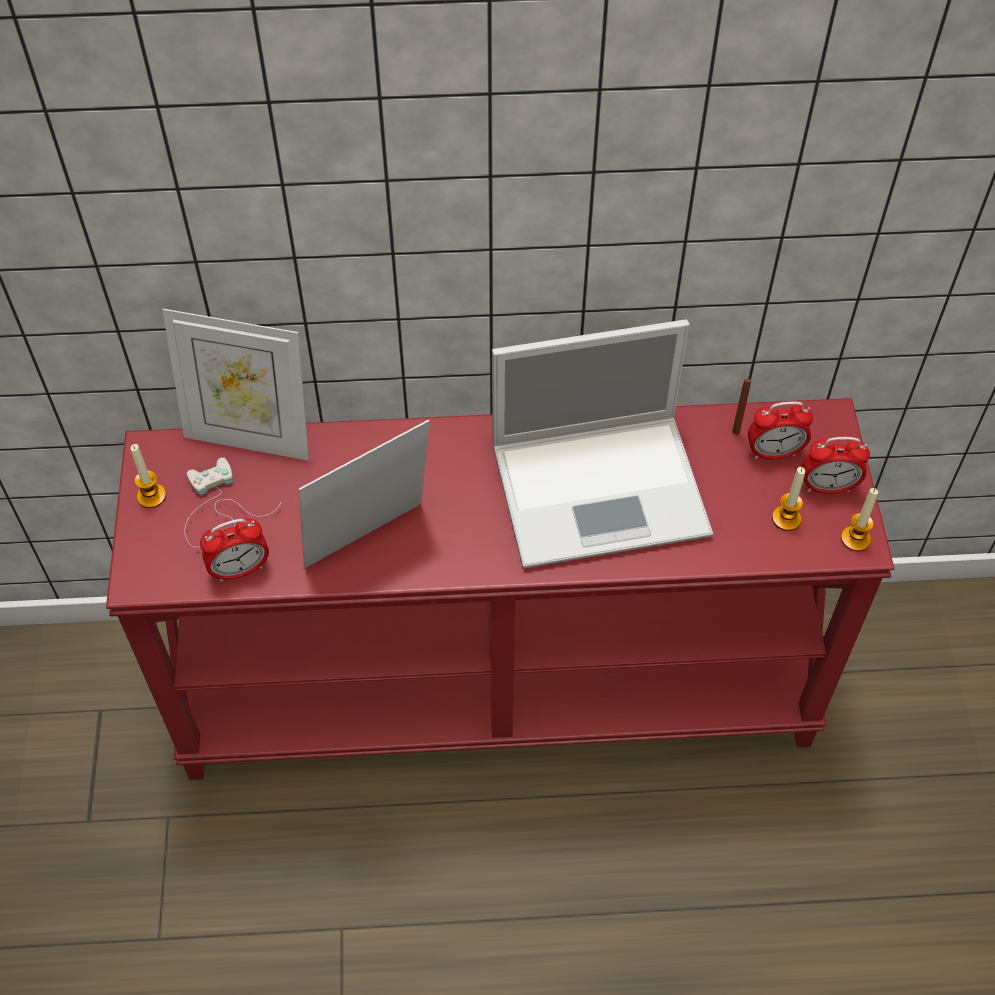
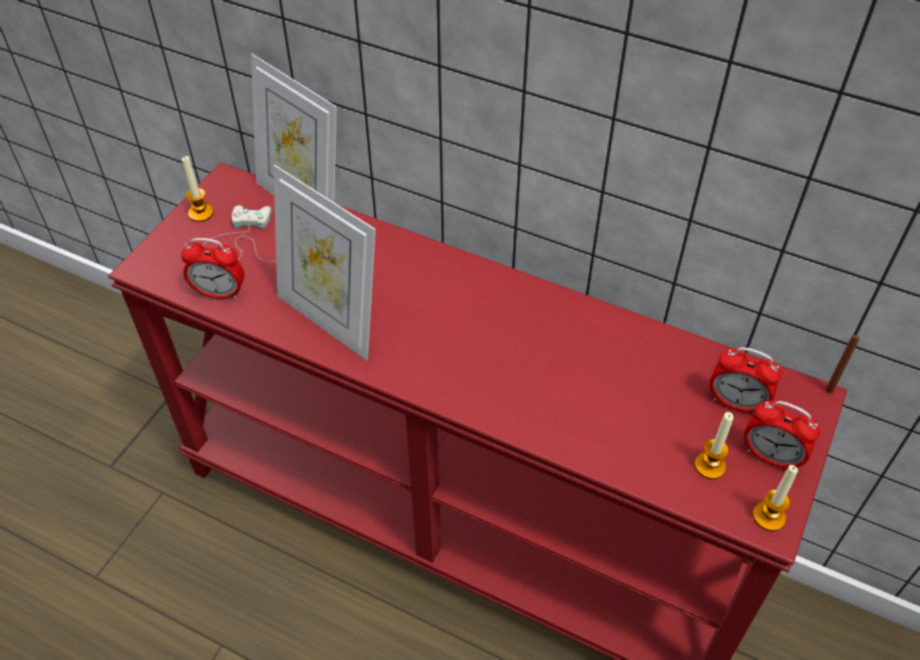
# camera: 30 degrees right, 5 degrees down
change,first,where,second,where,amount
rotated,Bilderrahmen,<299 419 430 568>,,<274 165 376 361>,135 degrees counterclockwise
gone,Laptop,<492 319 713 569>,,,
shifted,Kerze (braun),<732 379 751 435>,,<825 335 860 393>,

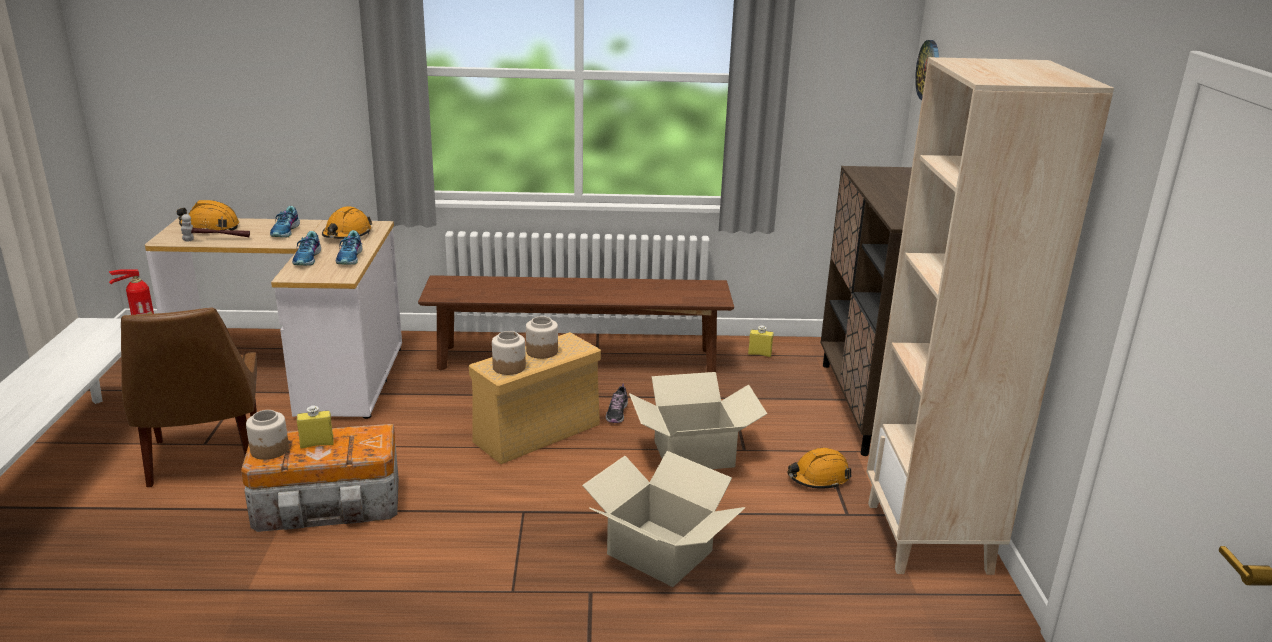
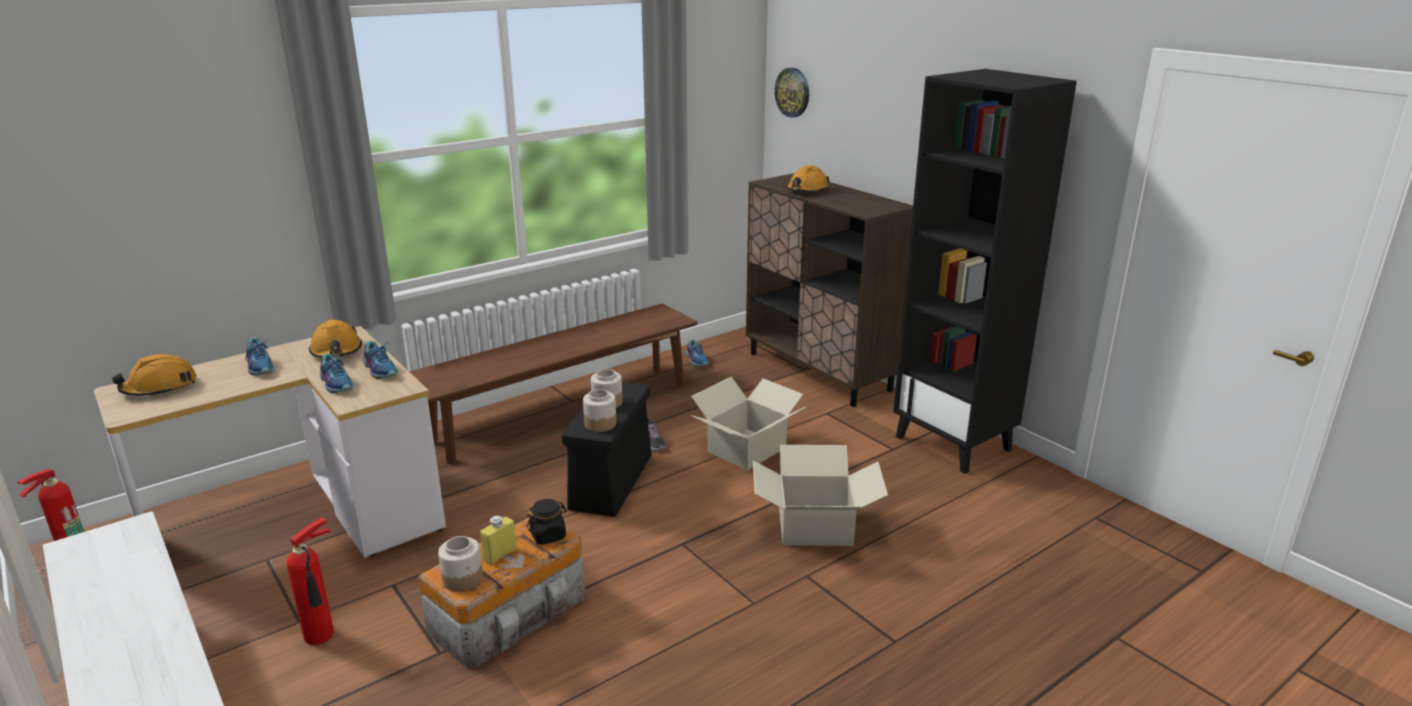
# camera: 35 degrees left, 0 degrees up
change,first,where,second,where,amount
swapped,Stuhl (braun),<121 308 257 487>,Feuerlöscher,<286 517 334 645>,
gone,Hammer,<181 214 250 241>,,,
repainted,Aufbewahrungsbox (beige),<469 332 601 464>,Aufbewahrungsbox (schwarz),<561 382 651 517>,
swapped,Flasche (gelb),<748 326 774 357>,Schuh,<686 339 709 367>,
shifted,Schutzhelm (orange),<788 448 851 489>,,<786 165 830 192>,
repainted,Bücherregal (beige),<866 57 1114 575>,Bücherregal (schwarz),<893 69 1077 474>,
new,,,Vorratsglas (schwarz),<527 499 567 545>,

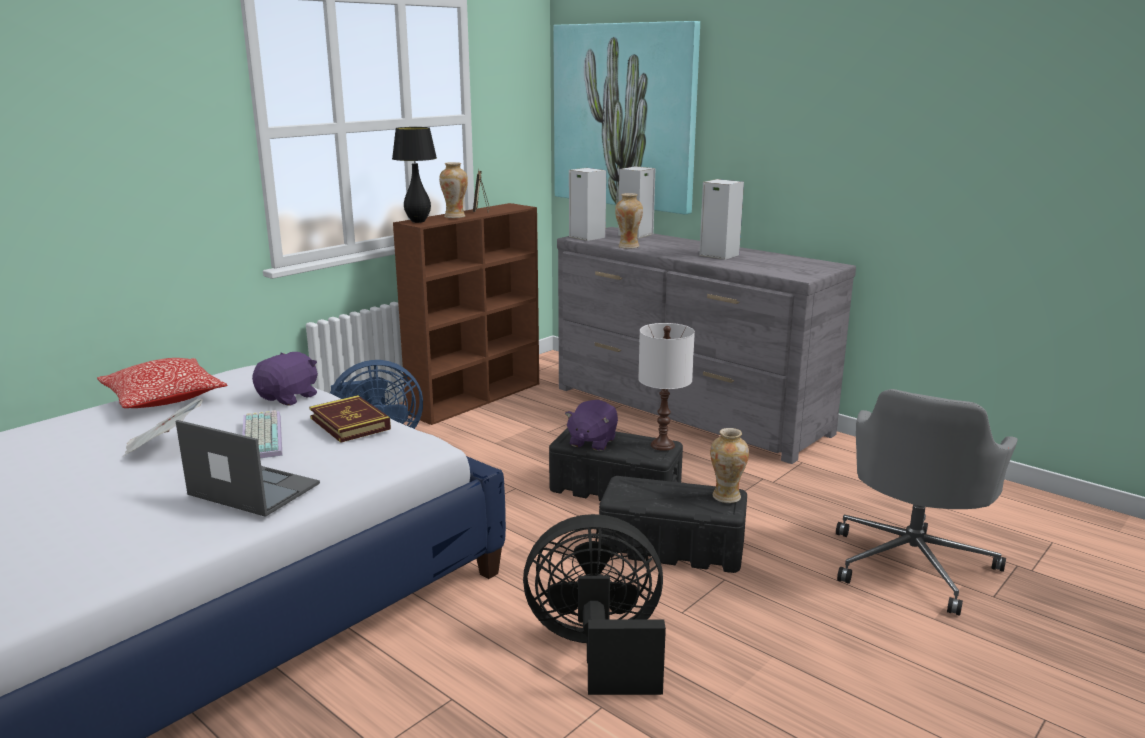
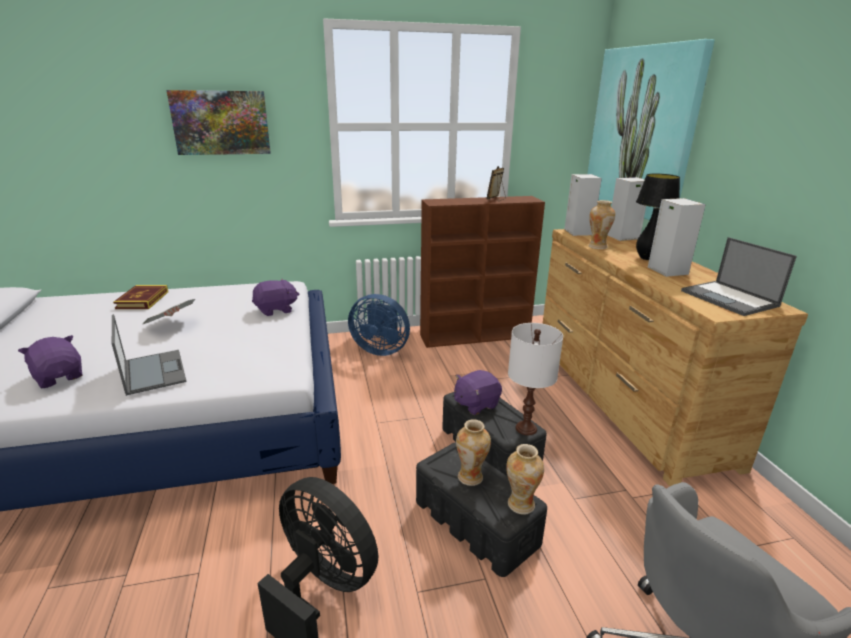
# camera: 35 degrees right, 5 degrees up
change,first,where,second,where,amount
gone,Kissen,<97 358 228 408>,,,
gone,Tastatur,<243 410 283 458>,,,
shifted,Buch,<309 395 391 443>,,<113 285 168 309>,
shifted,Tischlampe (schwarz),<392 127 437 223>,,<636 174 680 260>,
shifted,Vase,<439 162 468 218>,,<456 419 491 486>,
repainted,Kommode (grau),<557 227 856 464>,Kommode (braun),<543 229 808 486>,
new,,,Plüschtier (lila),<18 335 82 389>,
new,,,Bild,<167 90 271 155>,
new,,,Laptop,<681 237 797 316>,

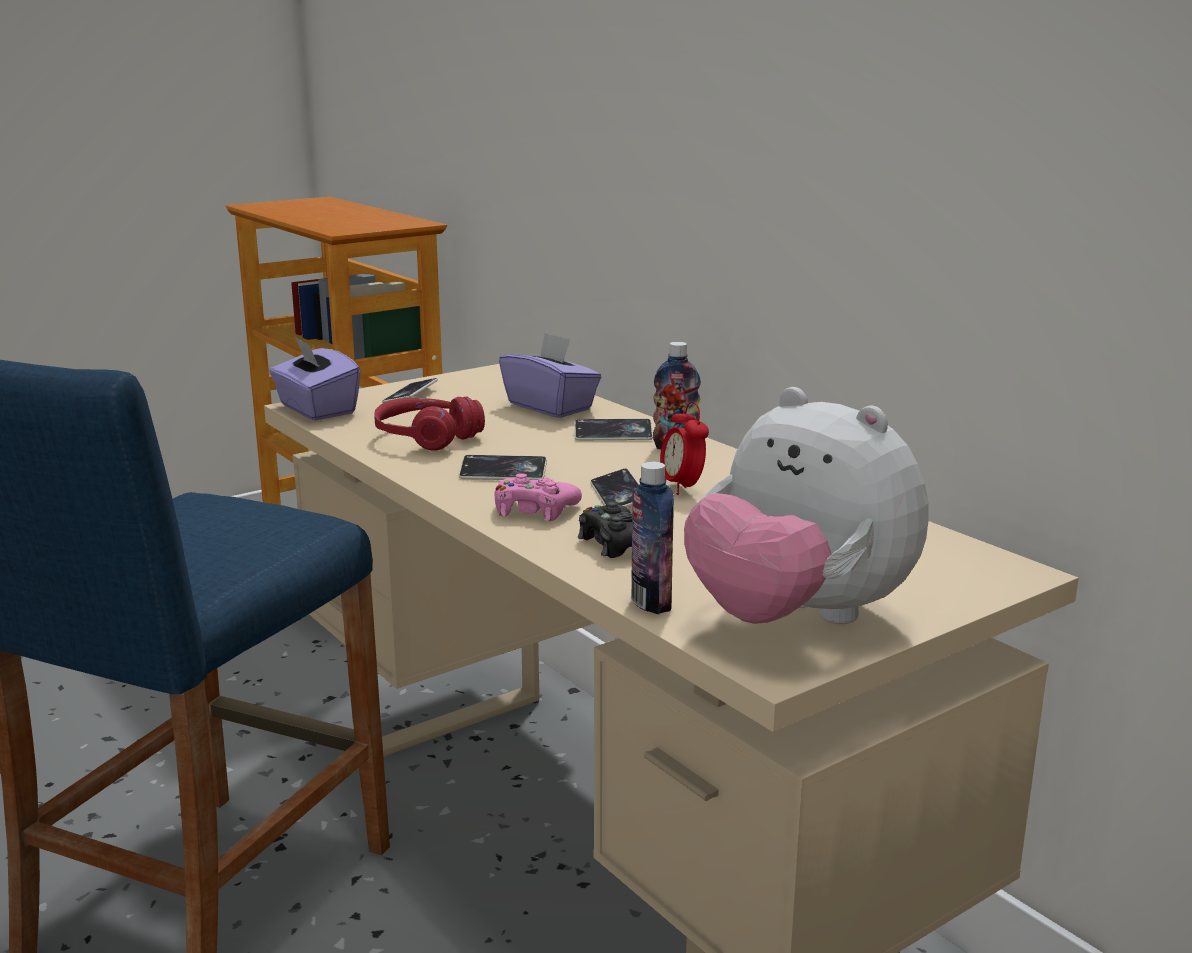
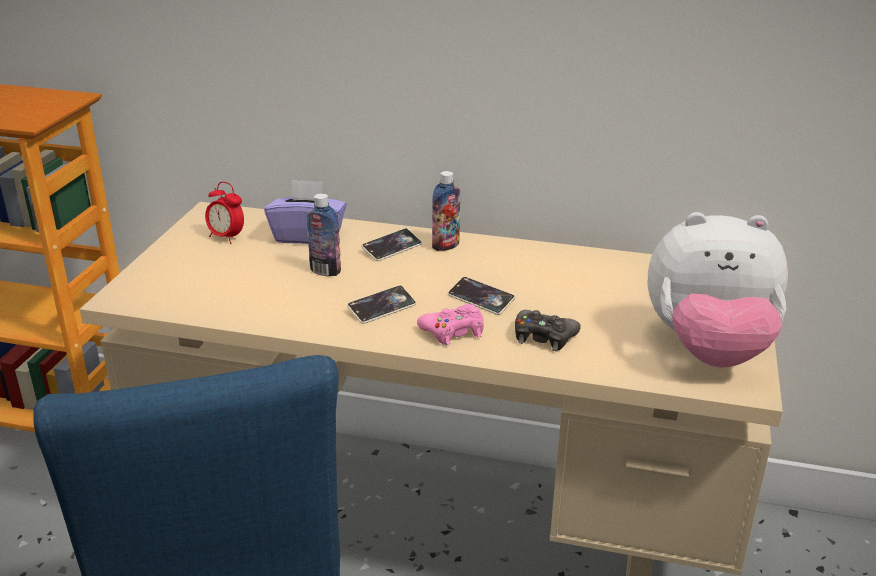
# camera: 40 degrees left, 10 degrees up
change,first,where,second,where,amount
gone,Taschentuchbox (lila),<269 337 361 421>,,,
gone,Kopfhörer (rot),<374 397 485 451>,,,
gone,Handy,<382 378 438 403>,,,
shifted,Flasche,<631 462 674 614>,,<307 193 341 276>,
shifted,Wecker,<660 402 709 495>,,<205 182 244 244>,

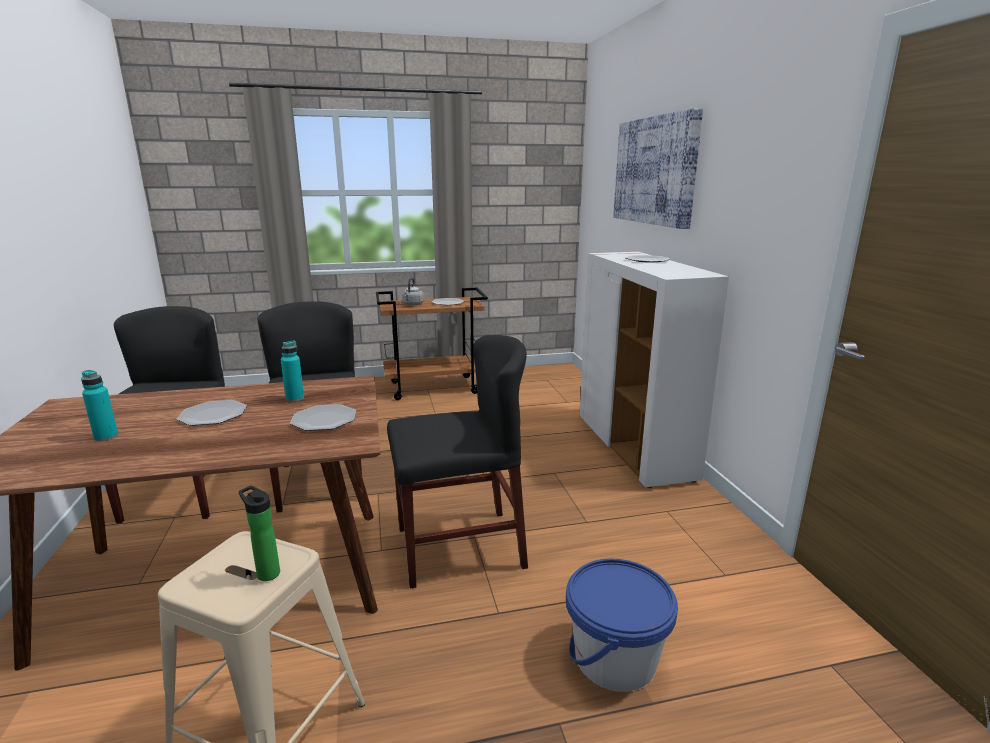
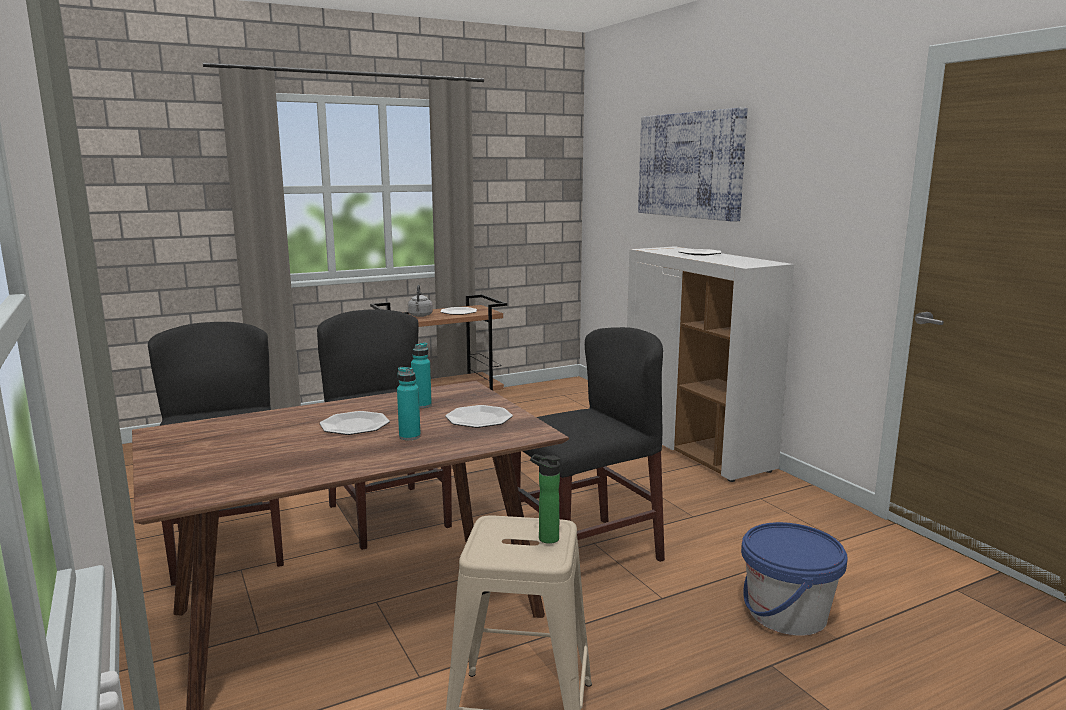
# camera: 15 degrees left, 5 degrees down
change,first,where,second,where,amount
shifted,Flasche (türkis),<81 370 118 441>,,<397 367 421 440>,

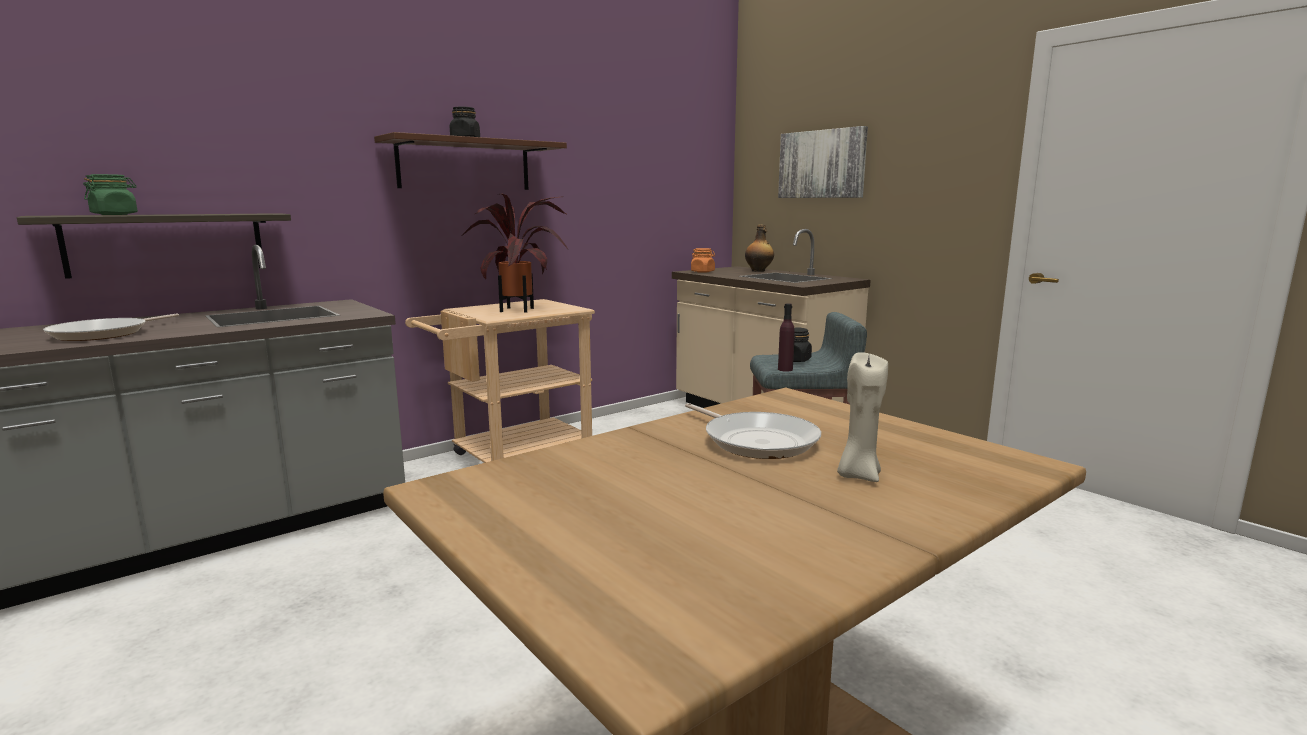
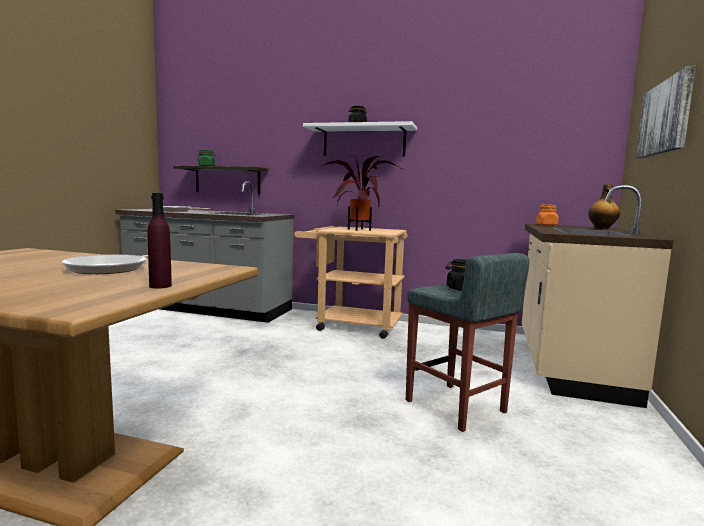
# camera: 55 degrees right, 5 degrees down
change,first,where,second,where,amount
repainted,Wandregal (braun),<374 132 567 190>,Wandregal (weiß),<303 121 417 157>,
shifted,Flasche (lila),<778 303 795 372>,,<147 193 172 289>,
gone,Kerze (beige),<837 352 888 482>,,,

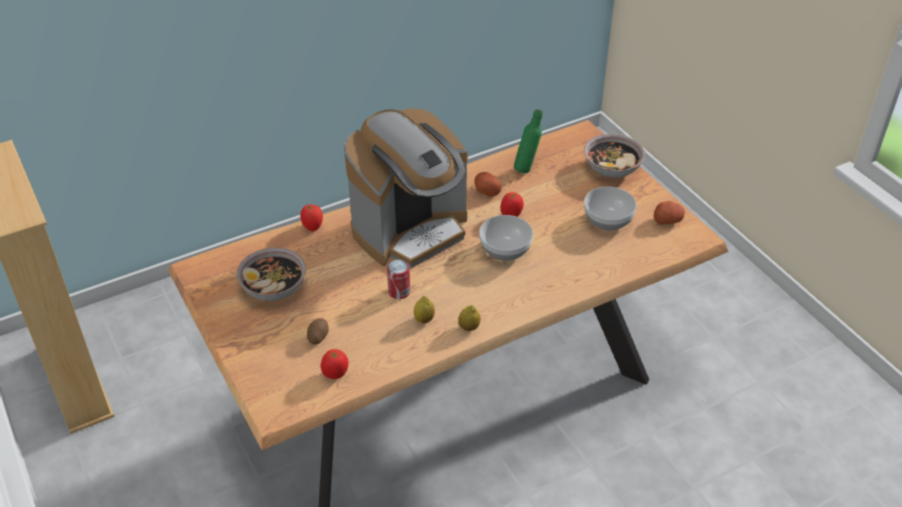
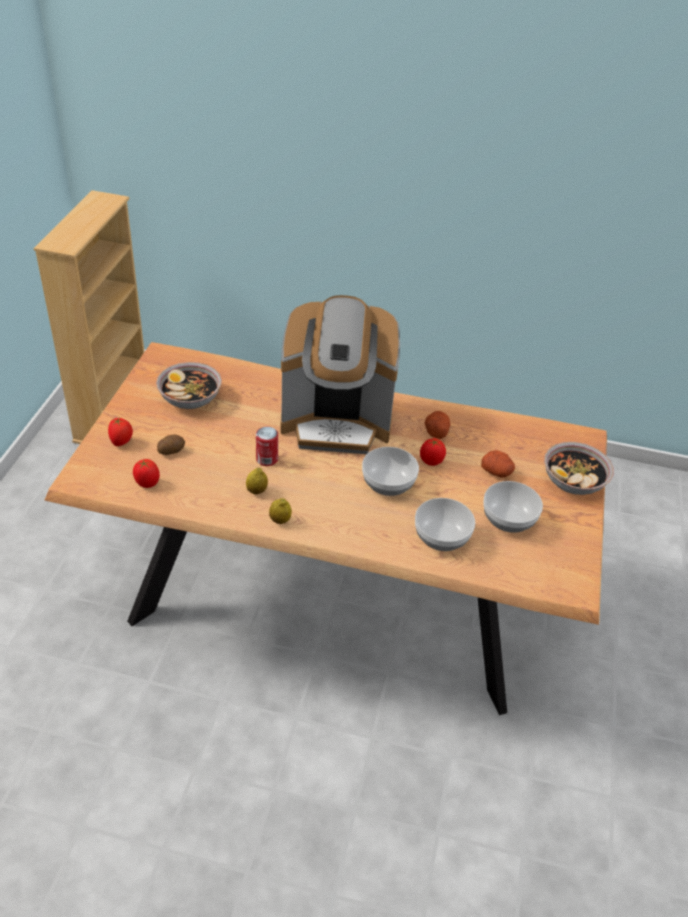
# camera: 40 degrees right, 0 degrees up
change,first,where,second,where,amount
shifted,Tomate,<301 205 323 231>,,<108 418 133 446>,
gone,Flasche (grün),<514 109 543 173>,,,
shifted,Kartoffel,<654 201 685 225>,,<481 450 515 478>,
new,,,Schüssel,<415 498 475 551>,

